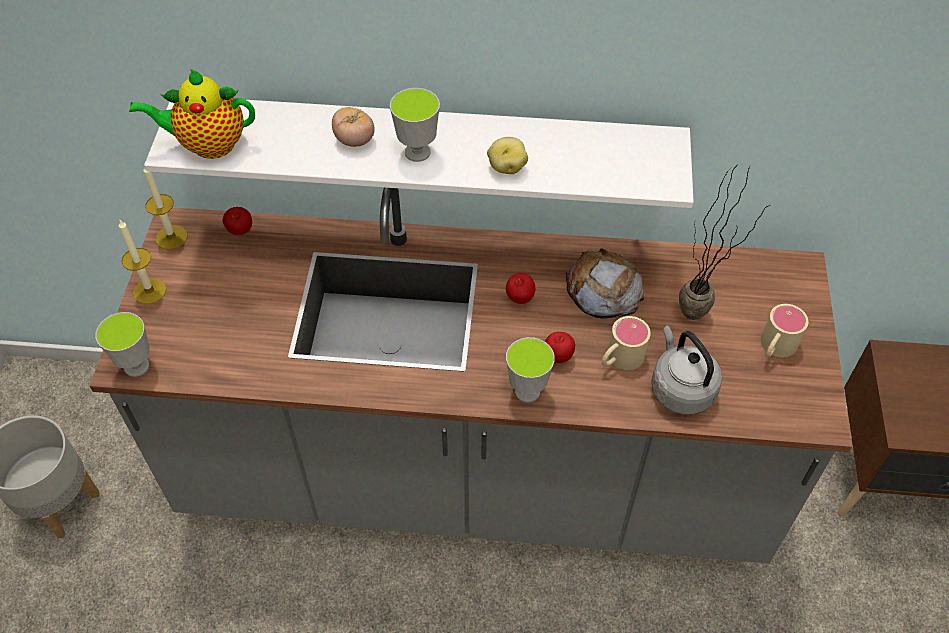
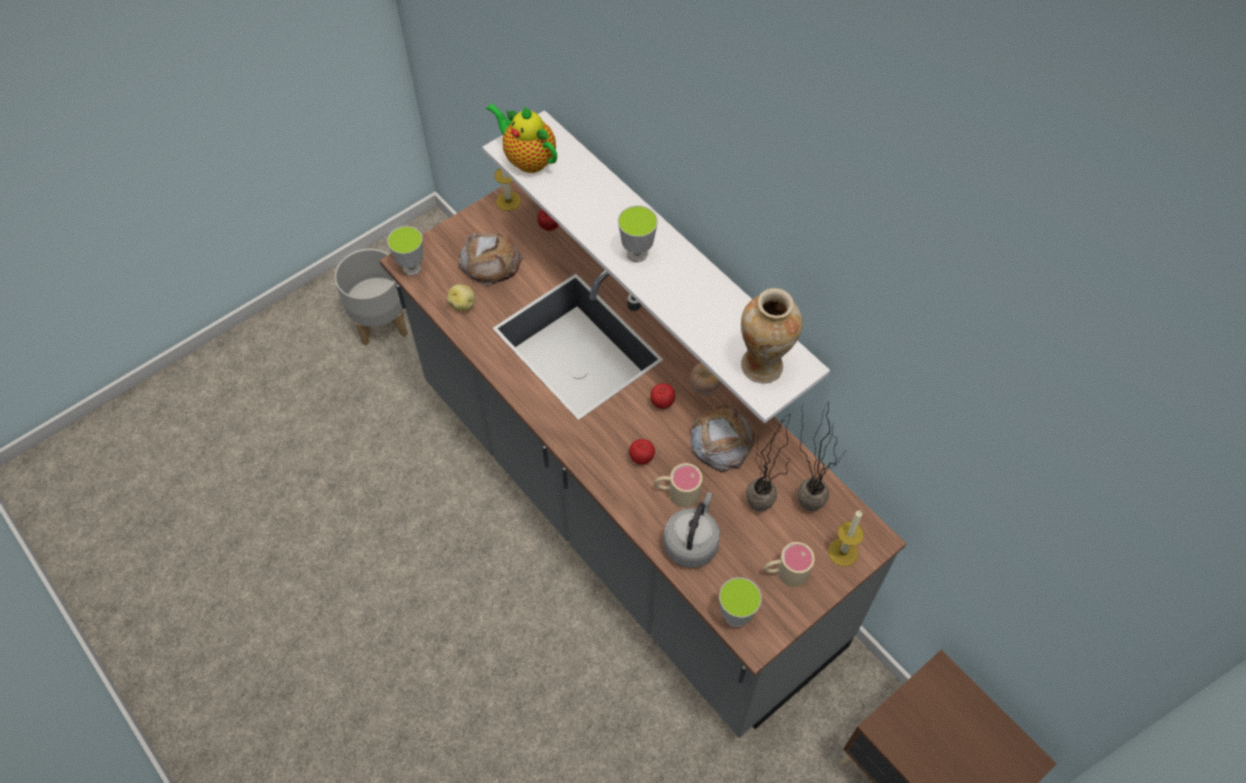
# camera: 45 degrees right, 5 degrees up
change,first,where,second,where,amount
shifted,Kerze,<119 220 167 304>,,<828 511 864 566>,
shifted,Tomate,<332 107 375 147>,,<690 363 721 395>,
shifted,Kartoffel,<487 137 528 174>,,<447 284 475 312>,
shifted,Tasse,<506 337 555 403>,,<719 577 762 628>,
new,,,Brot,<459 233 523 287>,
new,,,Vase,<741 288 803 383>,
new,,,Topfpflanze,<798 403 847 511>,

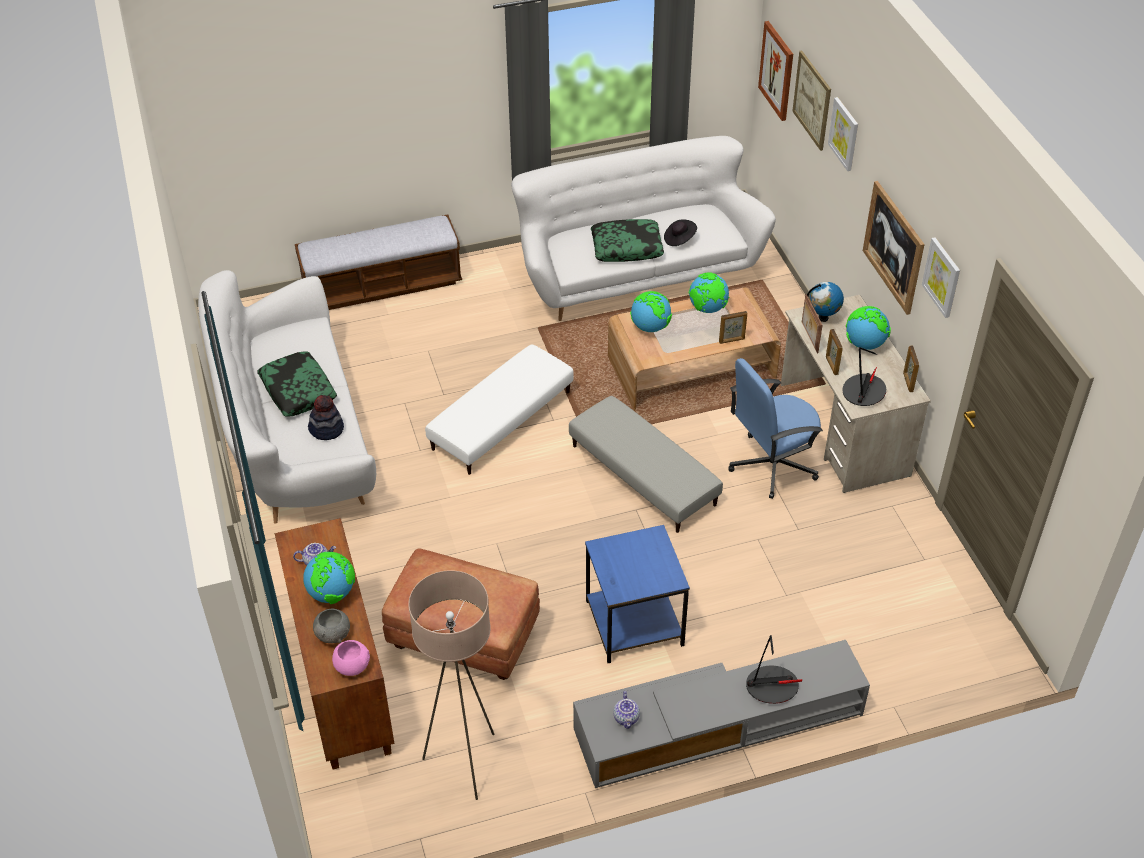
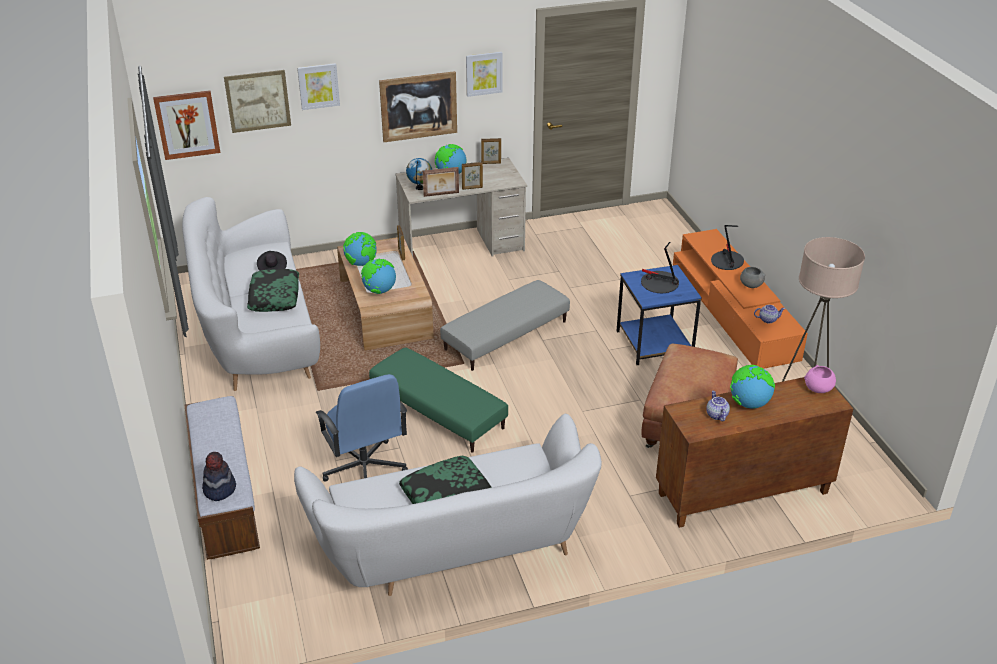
# camera: 90 degrees left, 10 degrees down
change,first,where,second,where,amount
shifted,Hut,<308 395 344 440>,,<202 452 236 501>,
shifted,Schüssel (grau),<313 609 350 643>,,<740 267 765 288>,
repainted,Polsterhocker (weiß),<425 345 574 475>,Polsterhocker (grün),<369 348 508 453>,
repainted,Fernsehschrank (grau),<573 640 870 788>,Fernsehschrank (orange),<673 229 808 369>,
shifted,Bürostuhl (blau),<728 358 823 499>,,<315 374 408 482>,
shifted,Tischlampe,<842 347 886 406>,,<641 242 679 293>,

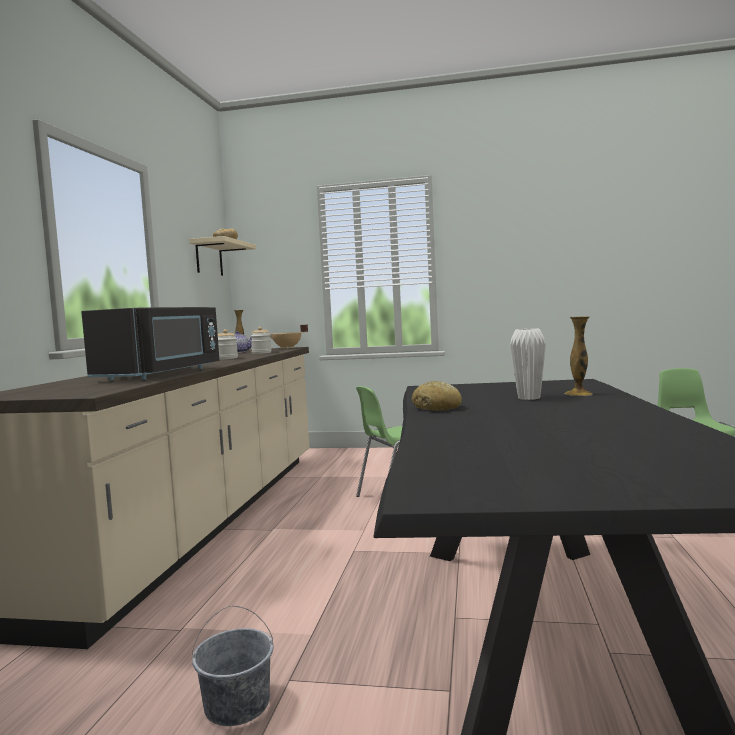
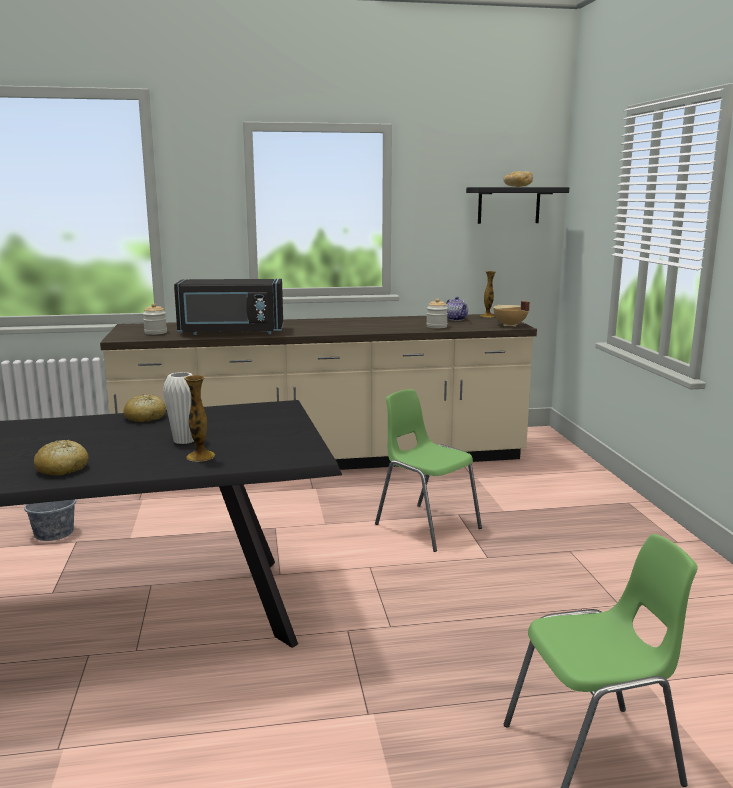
# camera: 70 degrees right, 10 degrees up
change,first,where,second,where,amount
repainted,Wandregal (beige),<189 236 256 276>,Wandregal (schwarz),<466 187 569 224>,
shifted,Vorratsglas,<218 329 238 359>,,<143 303 167 335>,
new,,,Brot,<34 440 88 475>,

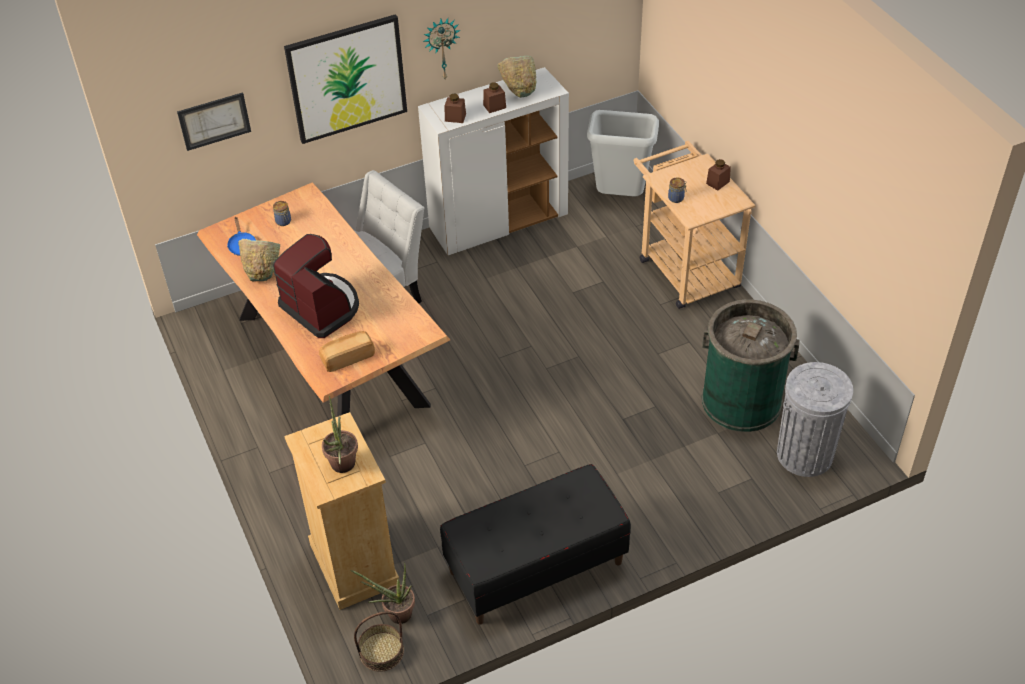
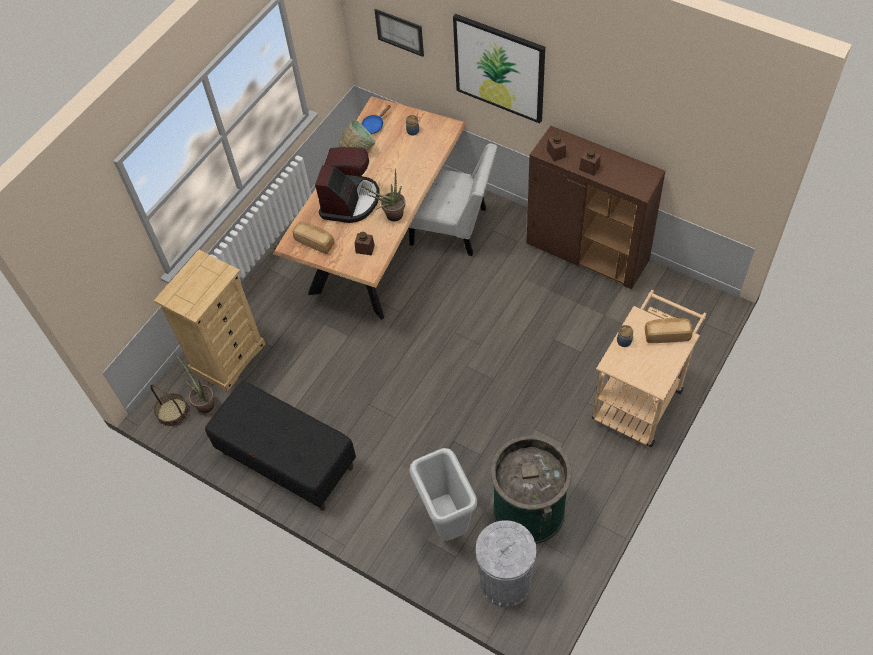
# camera: 60 degrees right, 10 degrees up
change,first,where,second,where,amount
shifted,Topfpflanze,<322 396 358 473>,,<362 169 405 221>,
repainted,Schrank (weiß),<418 67 569 255>,Schrank (braun),<527 126 665 289>,
gone,Wanduhr,<423 18 461 79>,,,
gone,Schüssel (grün),<497 56 536 98>,,,
shifted,Mülleimer (grau),<587 110 659 196>,,<409 448 477 541>,
shifted,Vorratsglas (braun),<706 159 731 191>,,<354 232 375 255>,
new,,,Brot,<645 318 693 343>,

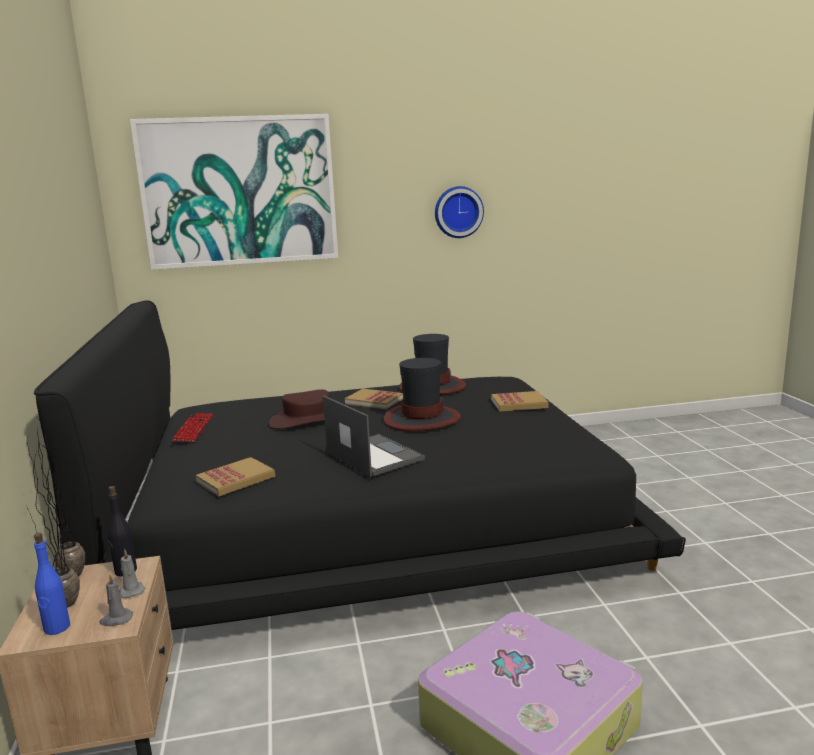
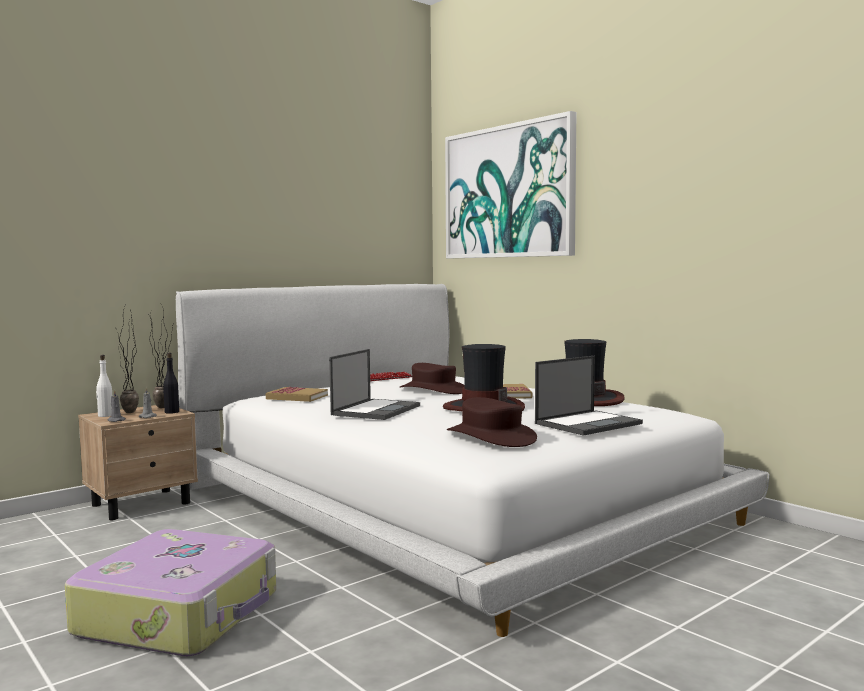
# camera: 60 degrees right, 10 degrees down
change,first,where,second,where,amount
repainted,Bett (schwarz),<34 300 686 630>,Bett (weiß),<176 284 770 637>,
repainted,Flasche (blau),<34 533 70 635>,Flasche (weiß),<96 355 112 417>,
gone,Wanduhr,<435 186 484 238>,,,
swapped,Buch,<491 391 549 412>,Laptop,<535 356 643 436>,
new,,,Hut (braun),<447 397 537 447>,

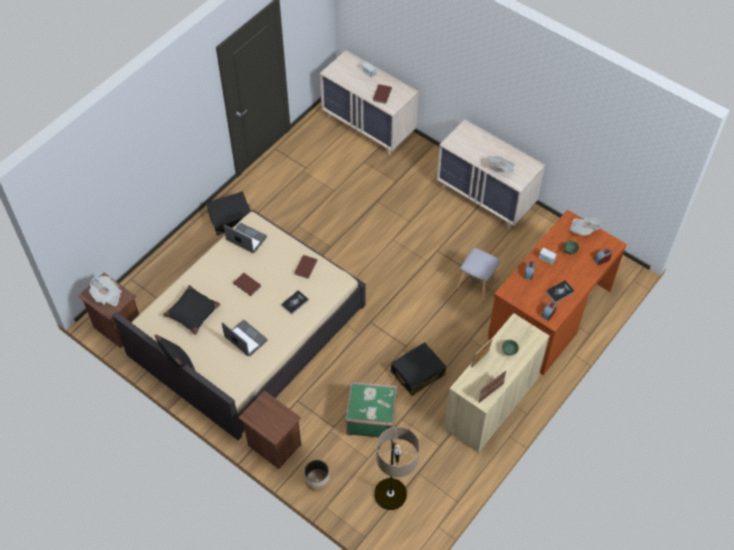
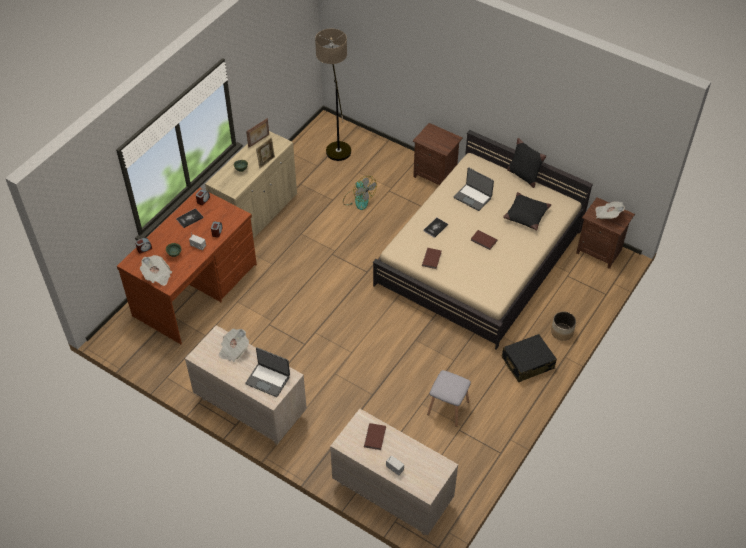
# camera: 175 degrees right, 5 degrees down
change,first,where,second,where,amount
shifted,Laptop,<224 223 267 253>,,<245 347 290 397>,
shifted,Pflanzkübel,<304 460 330 491>,,<551 311 576 341>,
swapped,Koffer (grün),<345 381 397 437>,Ventilator,<343 176 377 210>,
gone,Koffer (schwarz),<391 342 446 396>,,,
shifted,Hocker (grau),<457 248 500 302>,,<427 370 471 427>,

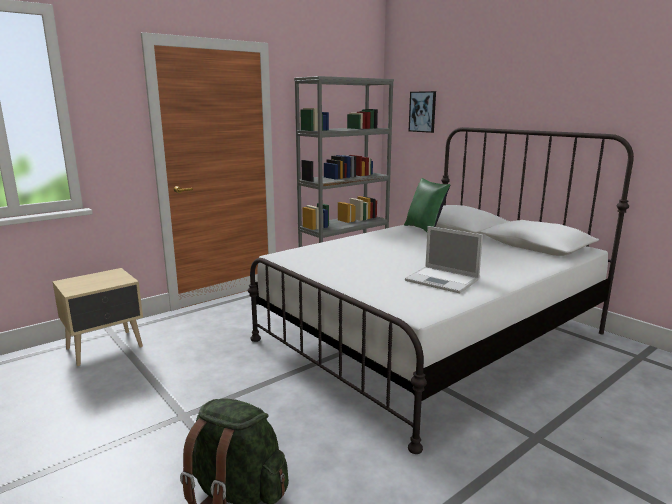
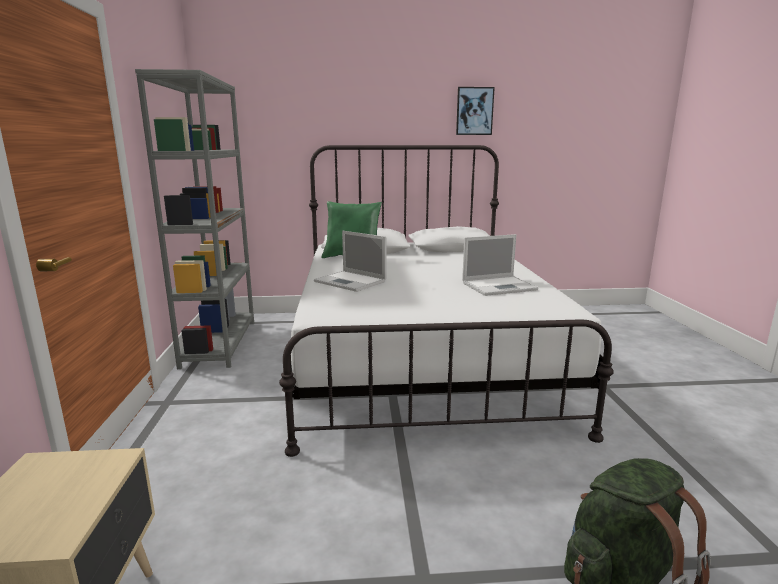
# camera: 55 degrees left, 0 degrees up
change,first,where,second,where,amount
shifted,Bild,<409 91 436 133>,,<456 87 495 135>,
new,,,Laptop,<314 231 386 292>,

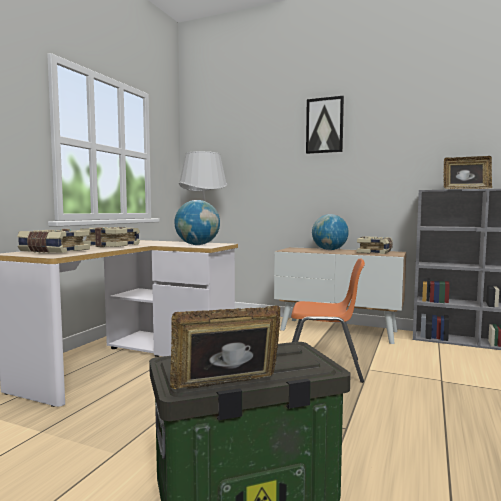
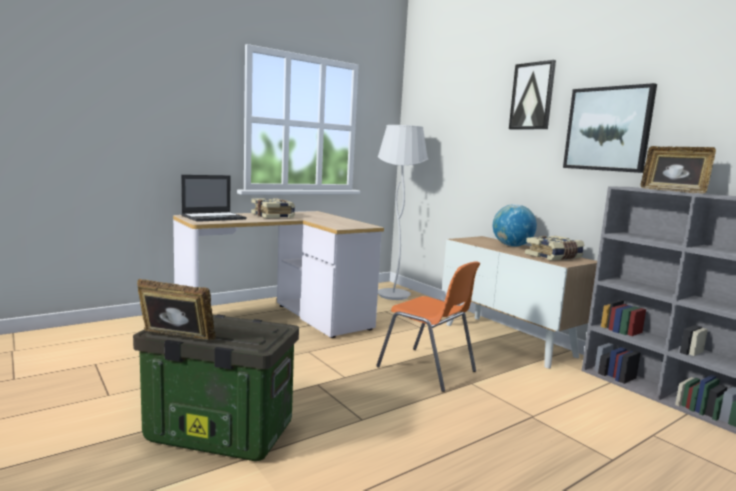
# camera: 30 degrees right, 5 degrees up
change,first,where,second,where,amount
swapped,Buch,<17 229 90 253>,Laptop,<181 175 246 222>,
gone,Globus,<174 200 220 245>,,,
new,,,Bild,<563 83 657 173>,

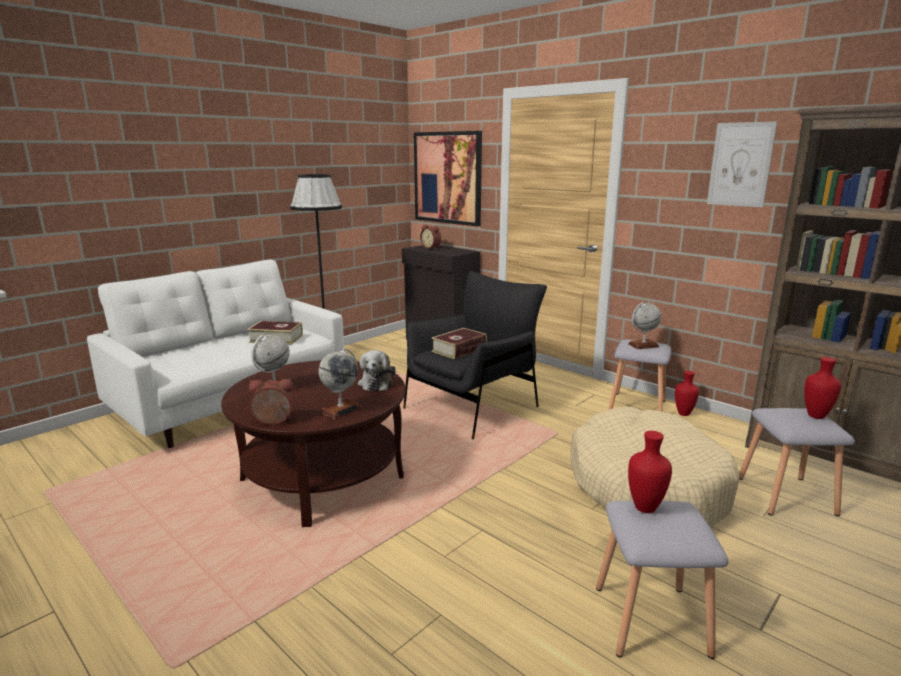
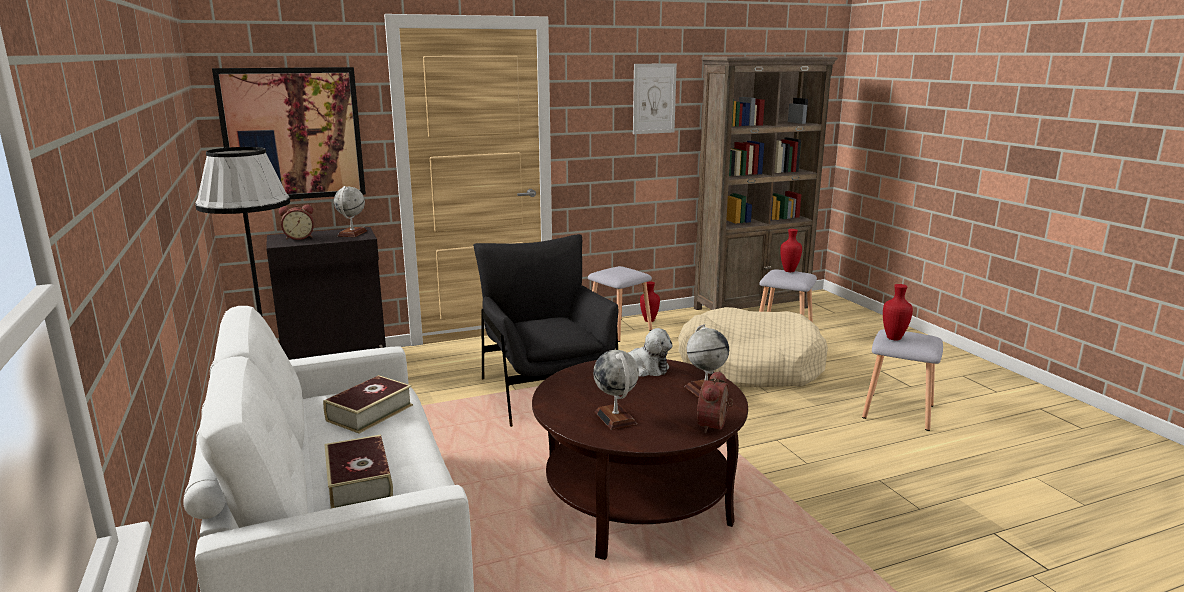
# camera: 65 degrees left, 0 degrees up
change,first,where,second,where,amount
shifted,Buch,<431 328 487 359>,,<324 435 393 508>,
shifted,Globus,<628 302 661 349>,,<334 186 367 237>,

